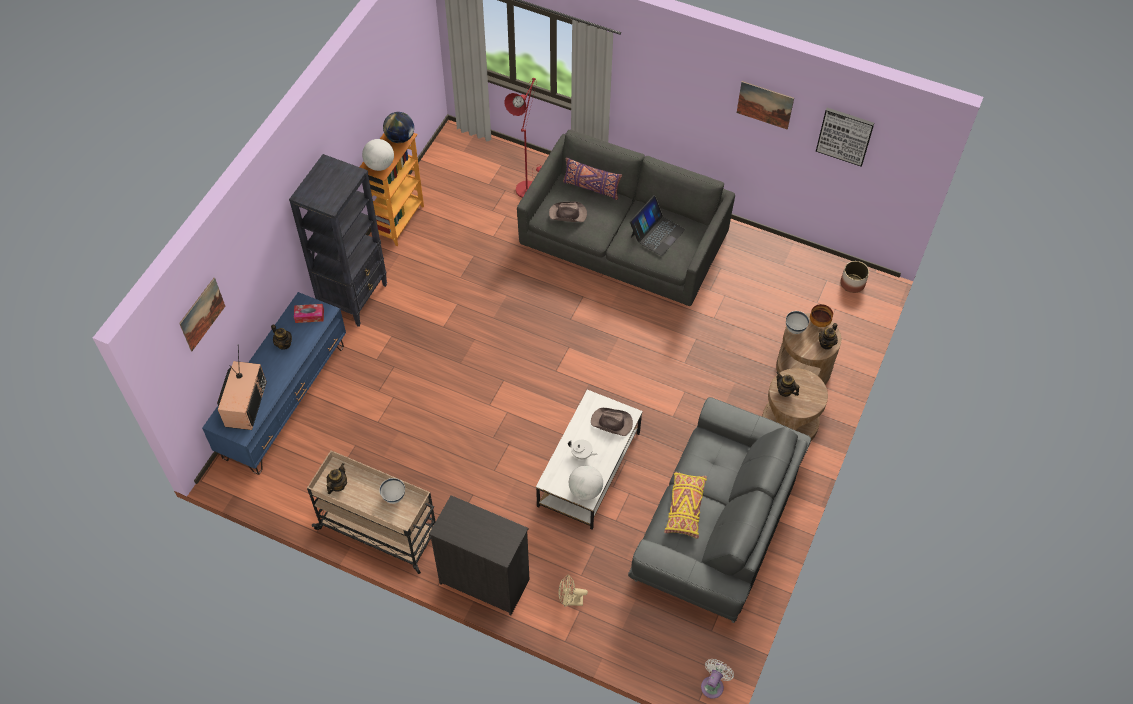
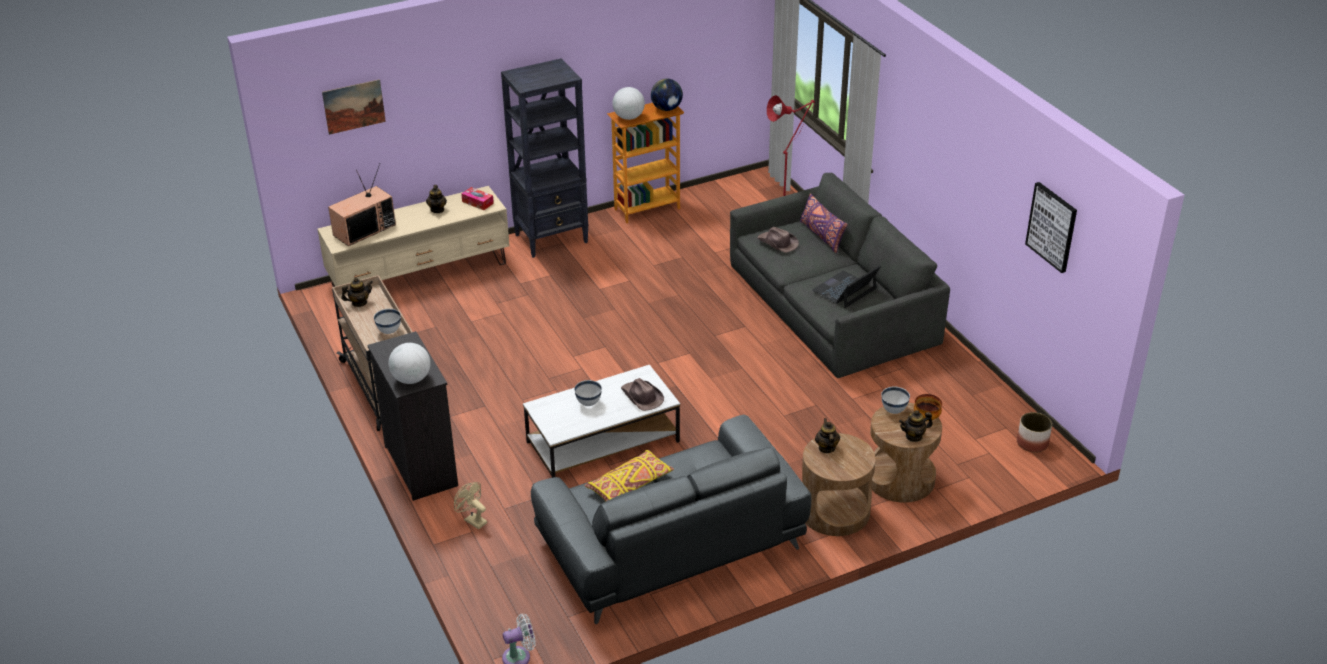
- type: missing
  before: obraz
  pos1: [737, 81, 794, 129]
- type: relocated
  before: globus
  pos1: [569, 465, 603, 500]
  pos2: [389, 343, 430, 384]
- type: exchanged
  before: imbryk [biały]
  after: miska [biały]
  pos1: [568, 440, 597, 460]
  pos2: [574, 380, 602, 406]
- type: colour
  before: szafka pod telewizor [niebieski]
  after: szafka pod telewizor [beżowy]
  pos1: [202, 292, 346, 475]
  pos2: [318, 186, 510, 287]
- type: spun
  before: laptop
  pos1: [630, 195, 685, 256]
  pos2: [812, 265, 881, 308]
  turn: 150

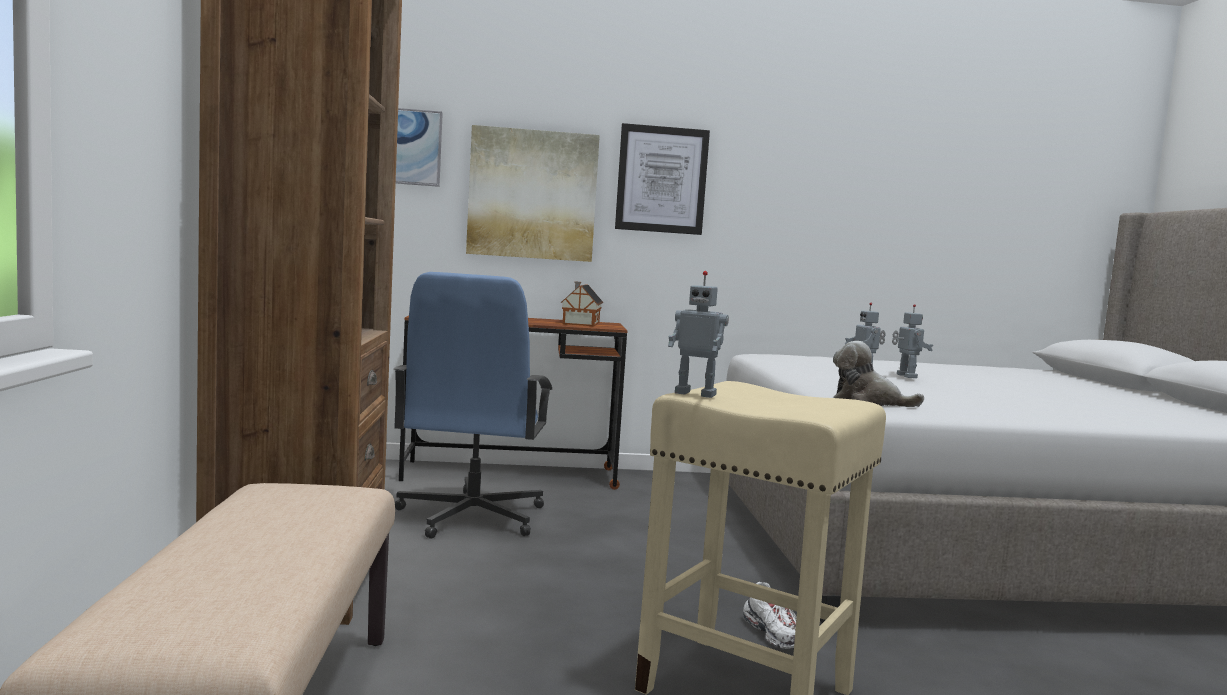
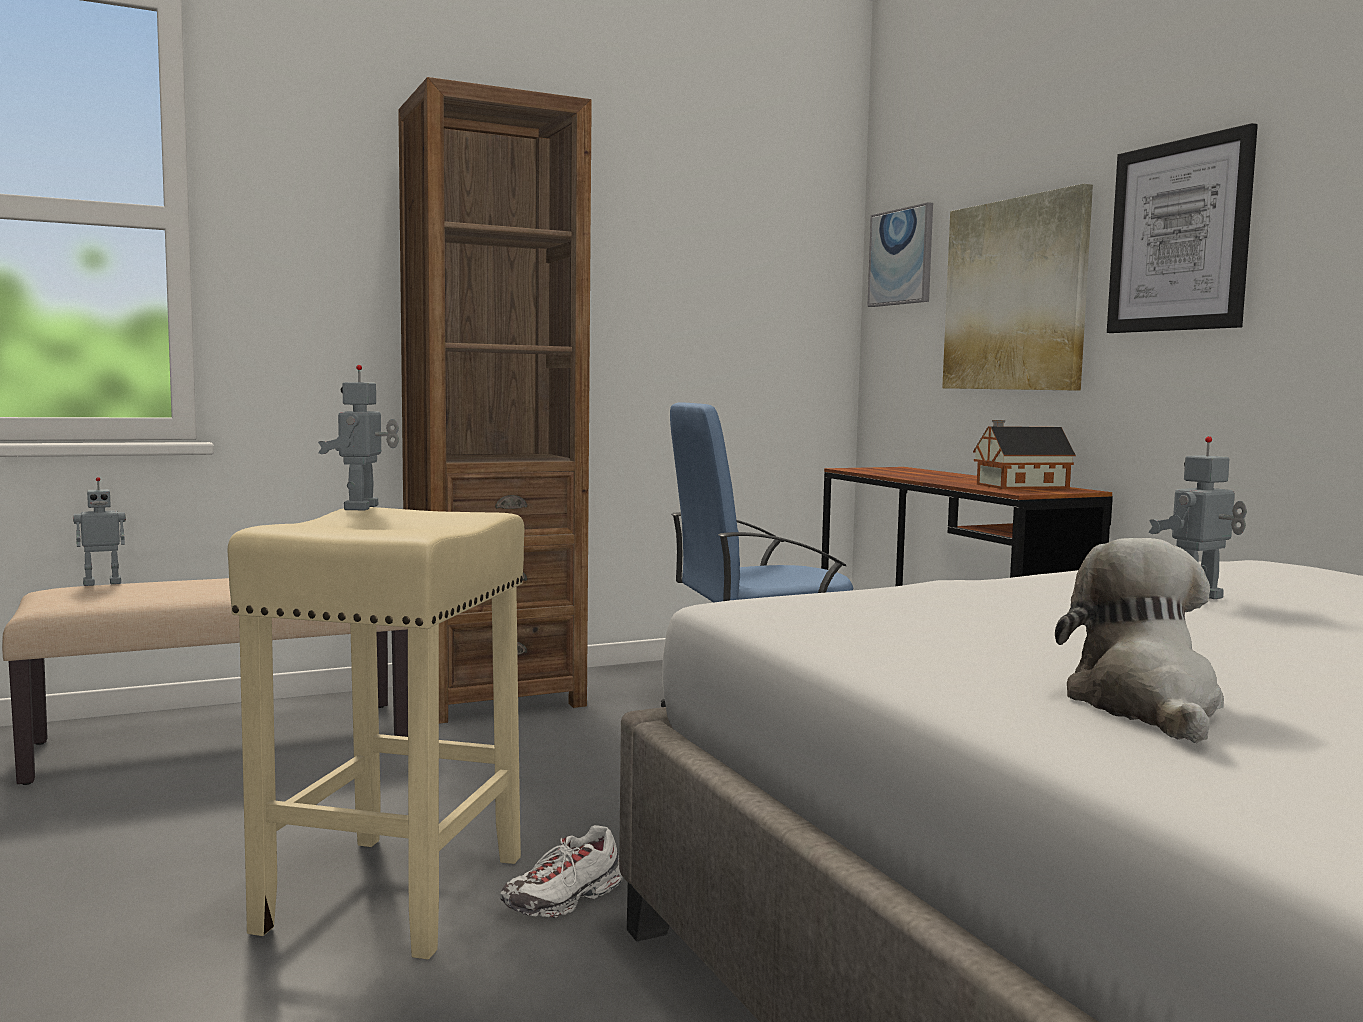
- type: relocated
  before: pluszak
  pos1: [833, 341, 924, 407]
  pos2: [1055, 538, 1224, 743]
- type: relocated
  before: robot zabawkowy
  pos1: [892, 304, 933, 378]
  pos2: [73, 477, 126, 586]

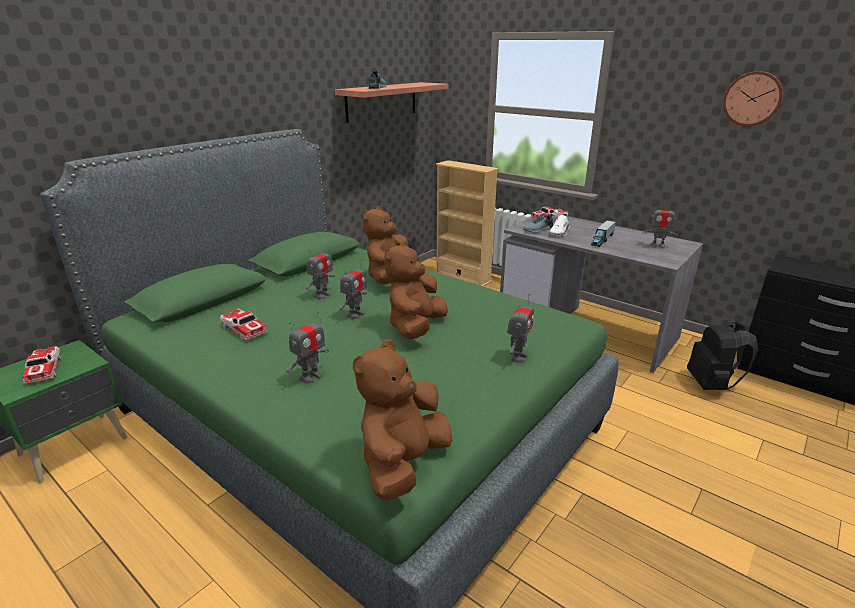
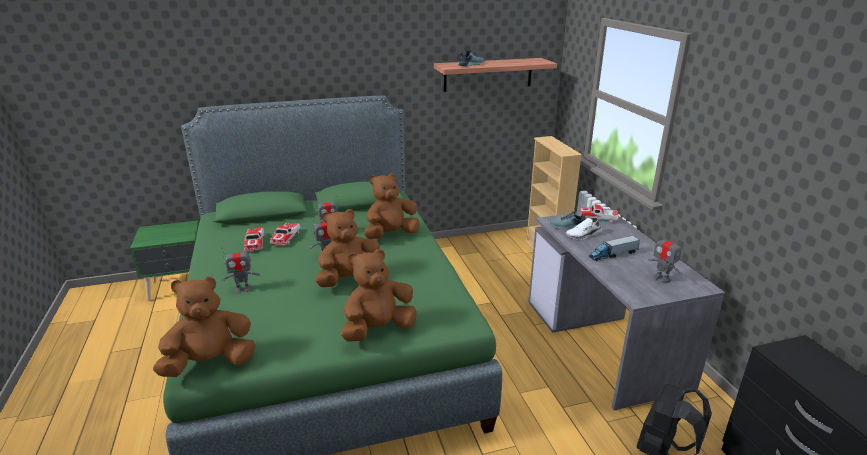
- type: missing
  before: zegar ścienny
  pos1: [723, 71, 783, 126]
- type: relocated
  before: samochodzik
  pos1: [22, 346, 61, 384]
  pos2: [270, 223, 300, 245]
- type: exchanged
  before: robot zabawkowy
  after: pluszak [brązowy]
  pos1: [507, 294, 534, 363]
  pos2: [341, 249, 417, 342]

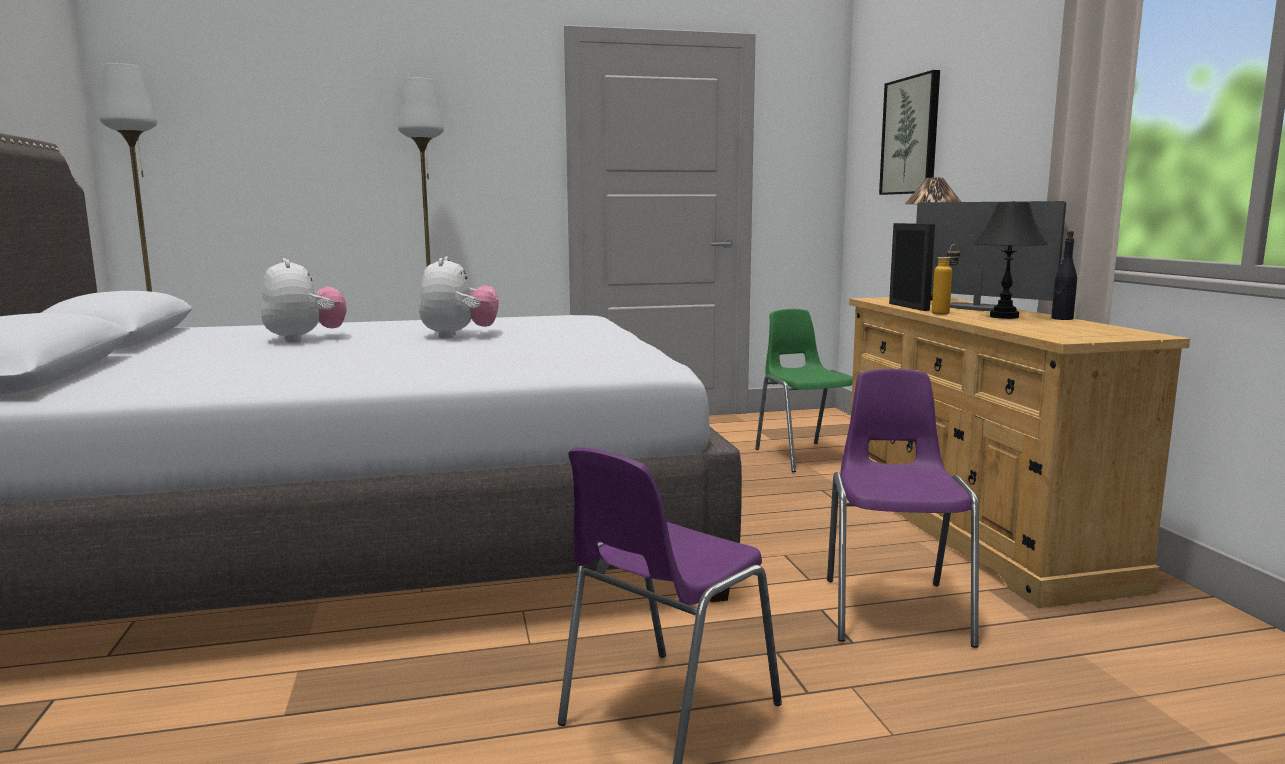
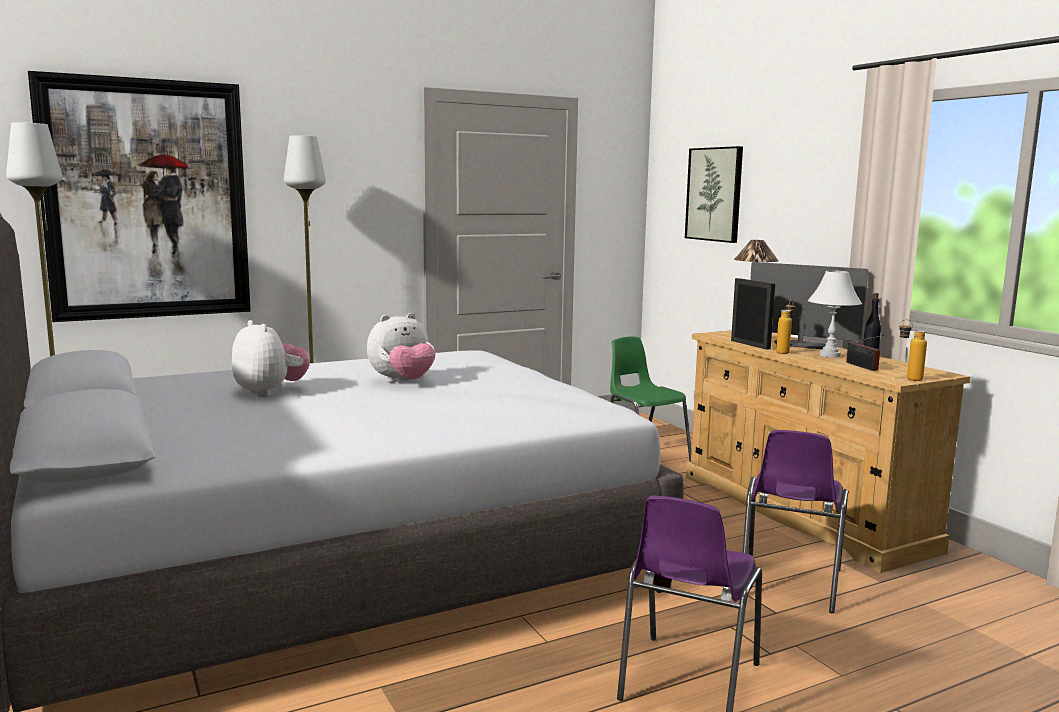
- type: appeared
  after: obraz
  pos2: [28, 71, 251, 322]
- type: appeared
  after: radio
  pos2: [846, 335, 884, 371]
- type: appeared
  after: butelka
  pos2: [899, 319, 927, 381]
- type: colour
  before: lampa stołowa [czarny]
  after: lampa stołowa [biały]
  pos1: [973, 201, 1048, 319]
  pos2: [808, 270, 862, 358]
- type: spun
  before: pluszak
  pos1: [419, 256, 499, 339]
  pos2: [367, 313, 435, 382]
  turn: 75
- type: spun
  before: krzesło [fioletowy]
  pos1: [827, 369, 979, 648]
  pos2: [743, 430, 848, 613]
  turn: -150

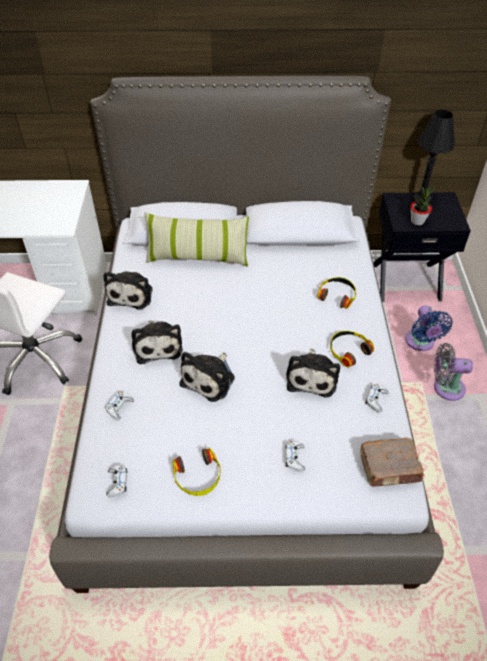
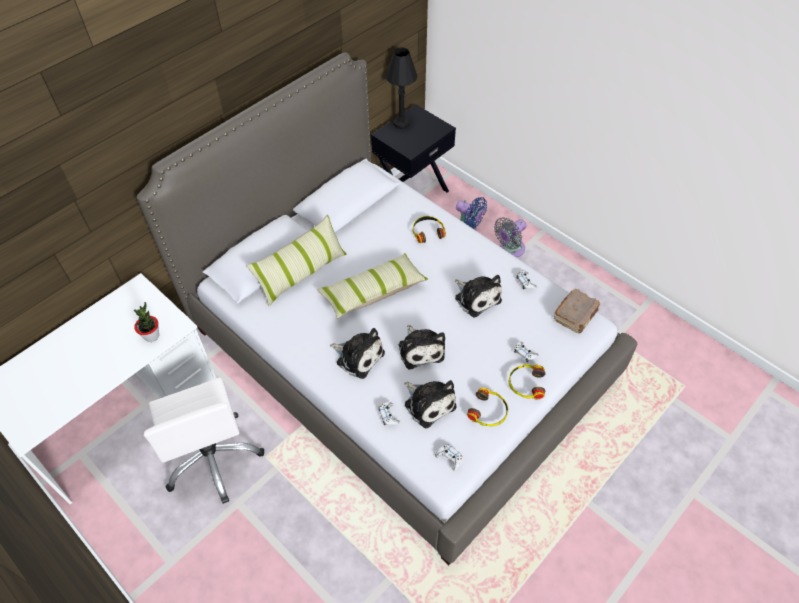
- type: appeared
  after: poduszka
  pos2: [317, 253, 428, 319]
- type: relocated
  before: pluszak
  pos1: [103, 271, 153, 310]
  pos2: [404, 380, 457, 428]
- type: relocated
  before: słuchawki
  pos1: [330, 331, 374, 367]
  pos2: [508, 364, 545, 399]
- type: relocated
  before: roślina doniczkowa
  pos1: [411, 186, 435, 225]
  pos2: [134, 302, 159, 342]

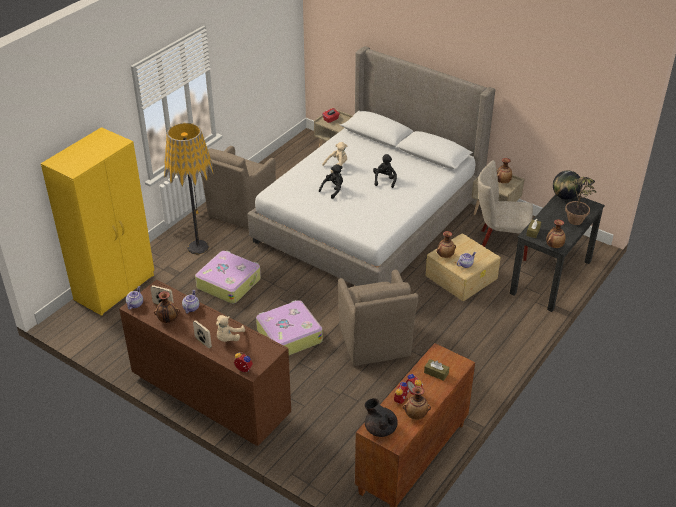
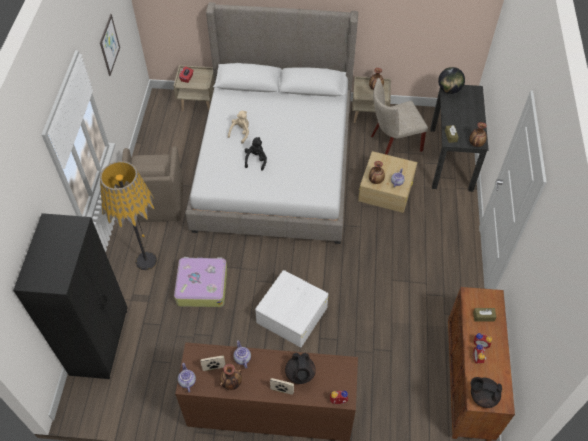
- type: missing
  before: fotel [brązowy]
  pos1: [338, 270, 418, 366]
- type: missing
  before: pluszak [czarny]
  pos1: [373, 154, 397, 188]
- type: missing
  before: wazon
  pos1: [403, 386, 431, 420]
- type: missing
  before: roślina doniczkowa
  pos1: [565, 177, 596, 225]
- type: appeared
  after: obraz
  pos2: [100, 14, 120, 76]
- type: exchanged
  before: pluszak [beżowy]
  after: imbryk [czarny]
  pos1: [216, 315, 245, 342]
  pos2: [285, 353, 316, 384]
- type: exchanged
  before: walizka
  after: pojemnik do przechowywania [biały]
  pos1: [256, 300, 323, 355]
  pos2: [255, 270, 329, 347]
- type: colour
  before: szafa [żółty]
  after: szafa [czarny]
  pos1: [41, 127, 154, 316]
  pos2: [13, 213, 128, 379]

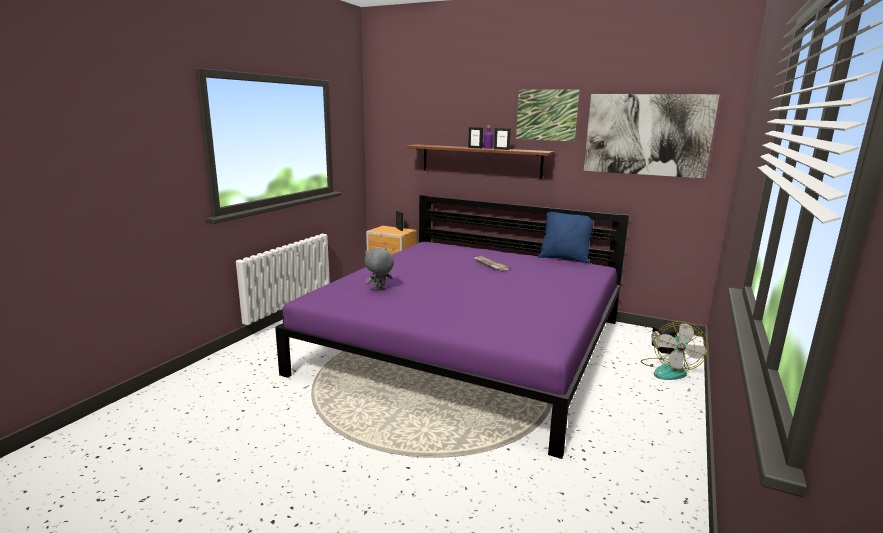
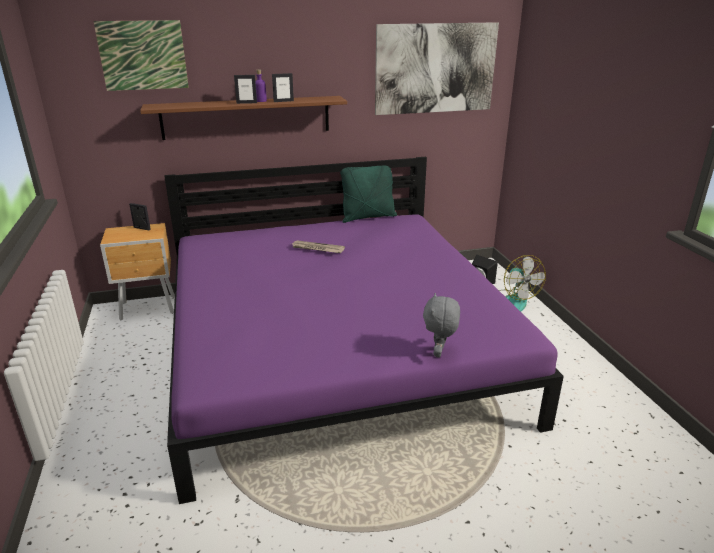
- type: relocated
  before: pluszak [szary]
  pos1: [365, 248, 394, 291]
  pos2: [423, 293, 460, 357]
- type: relocated
  before: obraz
  pos1: [516, 90, 580, 141]
  pos2: [93, 20, 189, 91]
- type: colour
  before: poduszka [niebieski]
  after: poduszka [zielony]
  pos1: [538, 212, 594, 263]
  pos2: [340, 165, 397, 223]

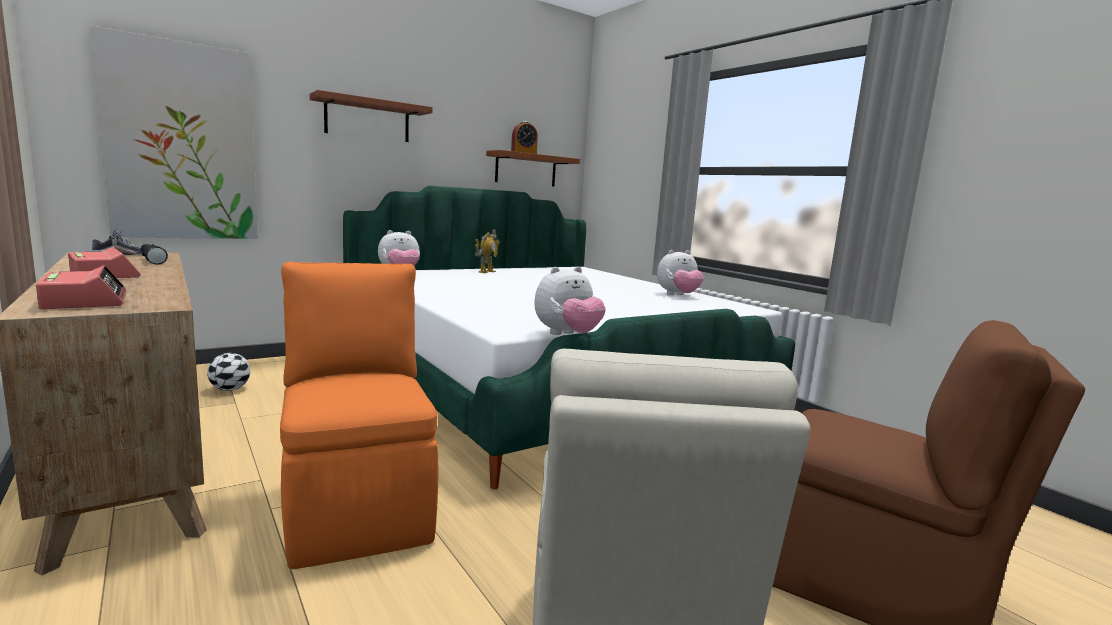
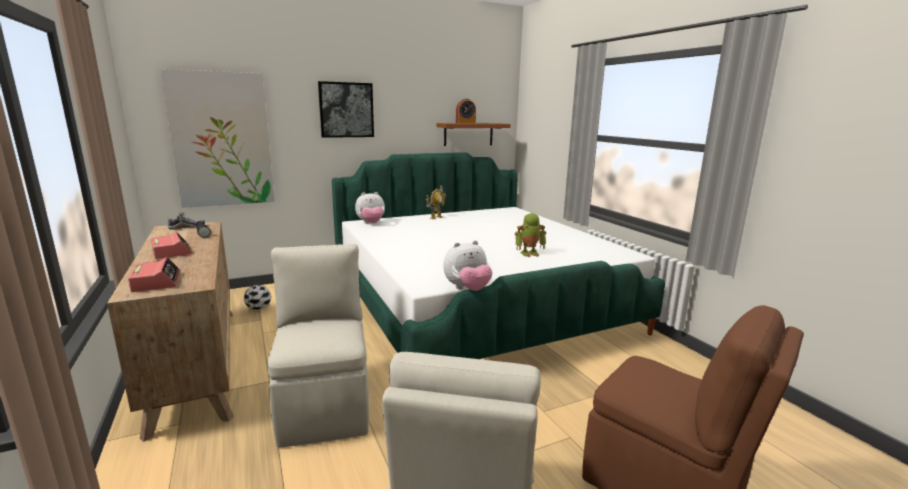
- type: missing
  before: pluszak
  pos1: [657, 250, 704, 295]
- type: appeared
  after: robot zabawkowy
  pos2: [515, 213, 546, 257]
- type: exchanged
  before: półka [brązowy]
  after: obraz
  pos1: [310, 90, 433, 142]
  pos2: [318, 81, 374, 138]
- type: colour
  before: krzesło [pomarańczowy]
  after: krzesło [beżowy]
  pos1: [280, 262, 438, 569]
  pos2: [267, 244, 369, 448]

